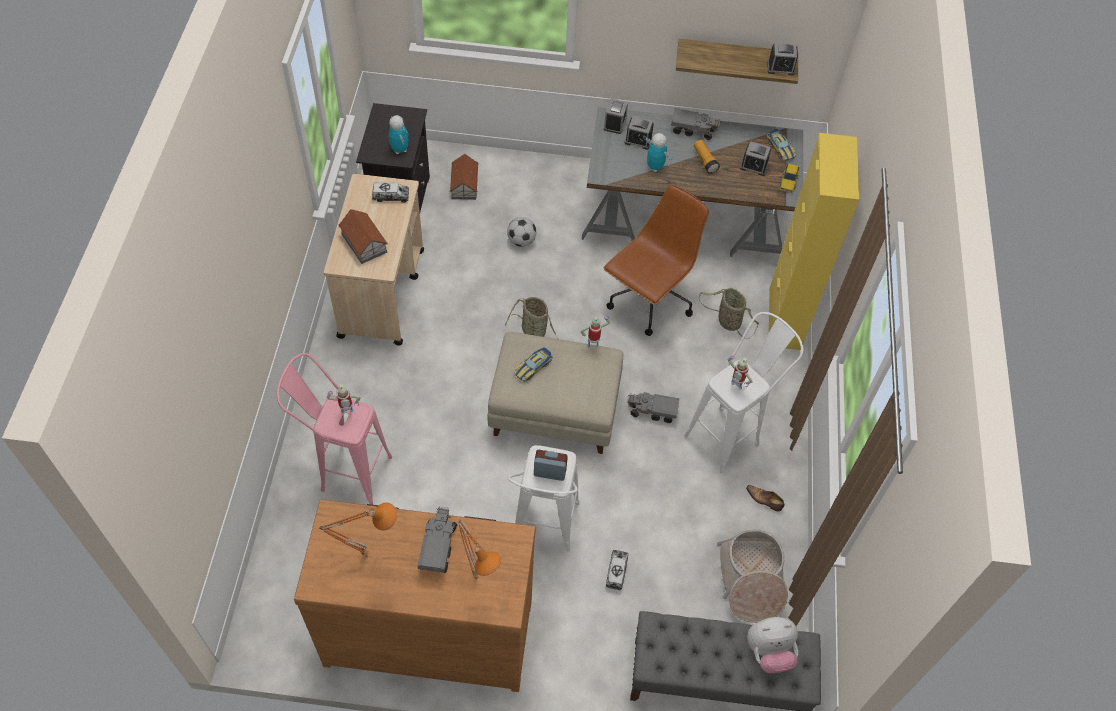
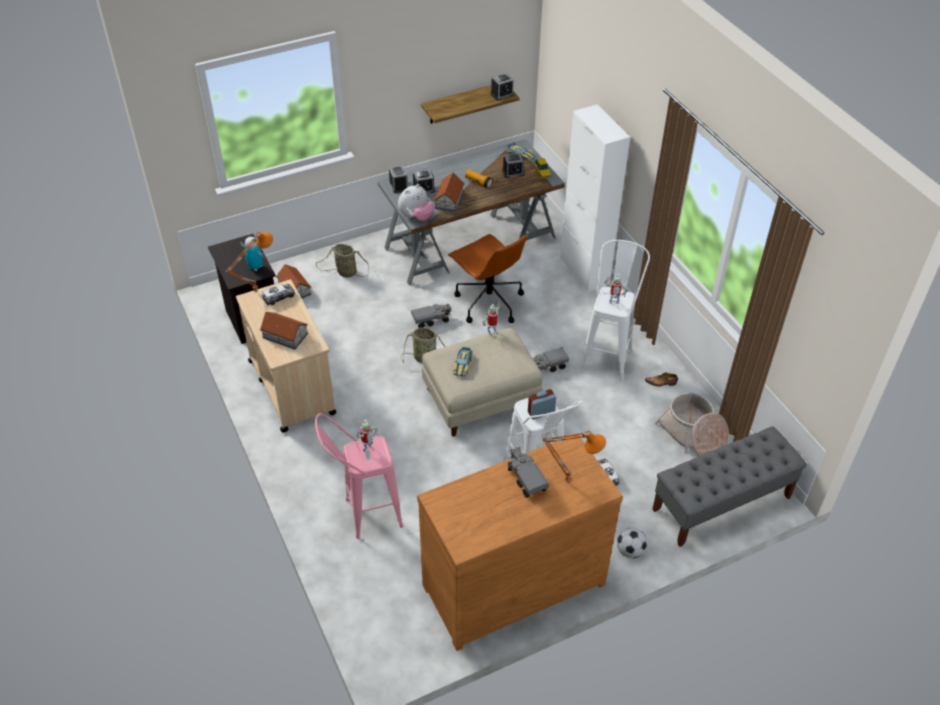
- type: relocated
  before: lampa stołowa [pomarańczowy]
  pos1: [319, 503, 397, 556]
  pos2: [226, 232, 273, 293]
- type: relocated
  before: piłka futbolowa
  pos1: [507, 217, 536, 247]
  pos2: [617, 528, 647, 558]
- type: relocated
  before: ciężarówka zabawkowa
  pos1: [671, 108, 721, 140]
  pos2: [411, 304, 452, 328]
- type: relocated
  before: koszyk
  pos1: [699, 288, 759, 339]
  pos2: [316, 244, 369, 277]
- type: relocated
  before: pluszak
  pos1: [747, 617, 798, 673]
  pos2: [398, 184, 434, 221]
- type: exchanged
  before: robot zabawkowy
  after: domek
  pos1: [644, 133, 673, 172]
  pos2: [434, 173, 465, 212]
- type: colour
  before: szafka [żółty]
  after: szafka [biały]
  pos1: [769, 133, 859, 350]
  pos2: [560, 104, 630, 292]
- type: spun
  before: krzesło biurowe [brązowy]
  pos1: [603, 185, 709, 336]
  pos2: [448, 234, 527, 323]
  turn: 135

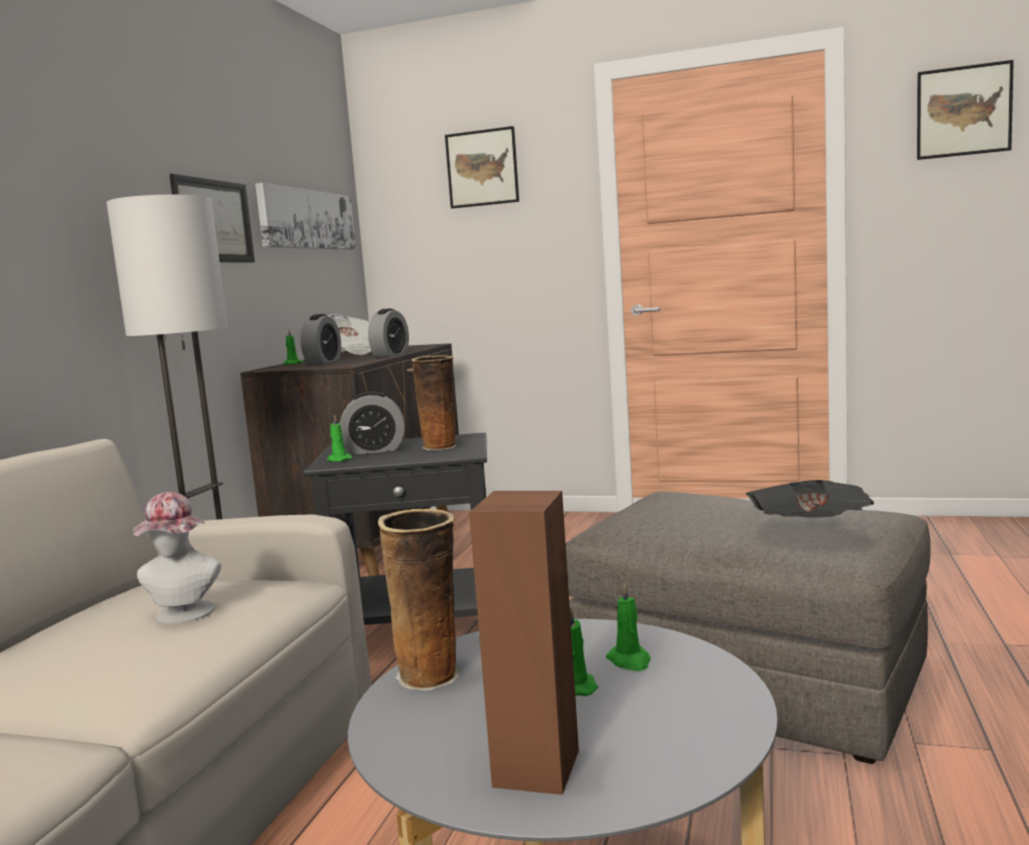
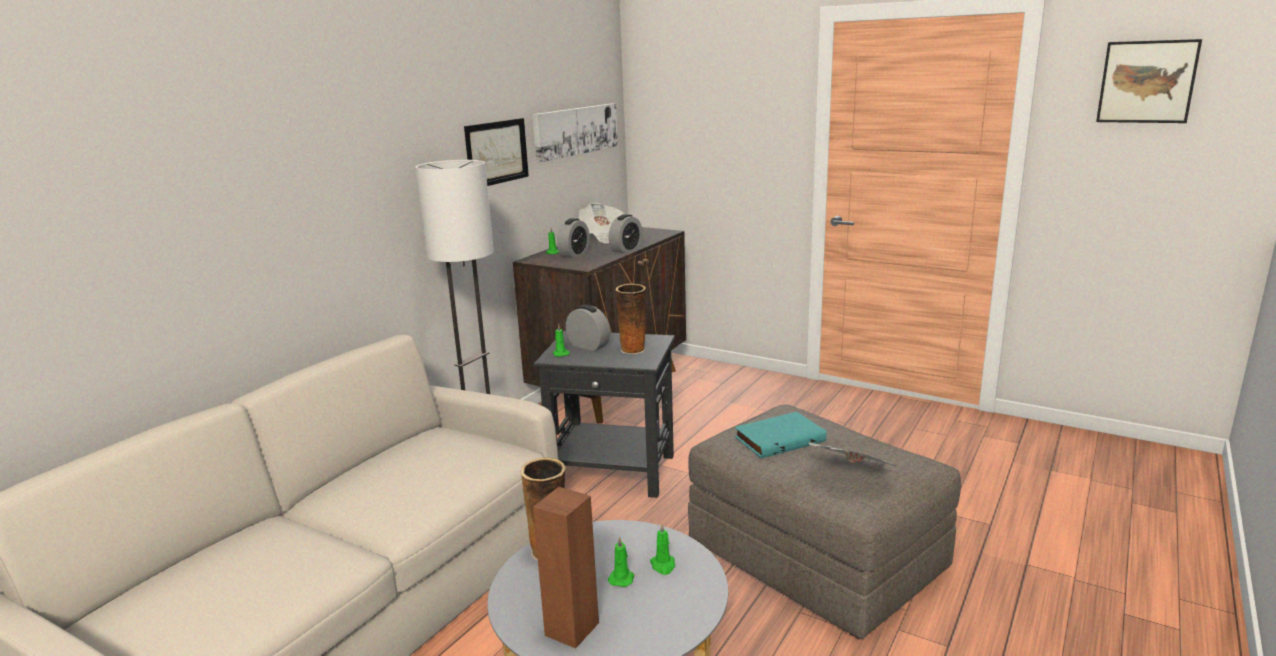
- type: missing
  before: kapelusz
  pos1: [133, 492, 221, 624]
- type: missing
  before: obraz
  pos1: [445, 126, 519, 208]
- type: appeared
  after: książka [turkusowy]
  pos2: [735, 412, 827, 458]
- type: spun
  before: budzik
  pos1: [340, 391, 405, 455]
  pos2: [566, 305, 610, 351]
  turn: -150

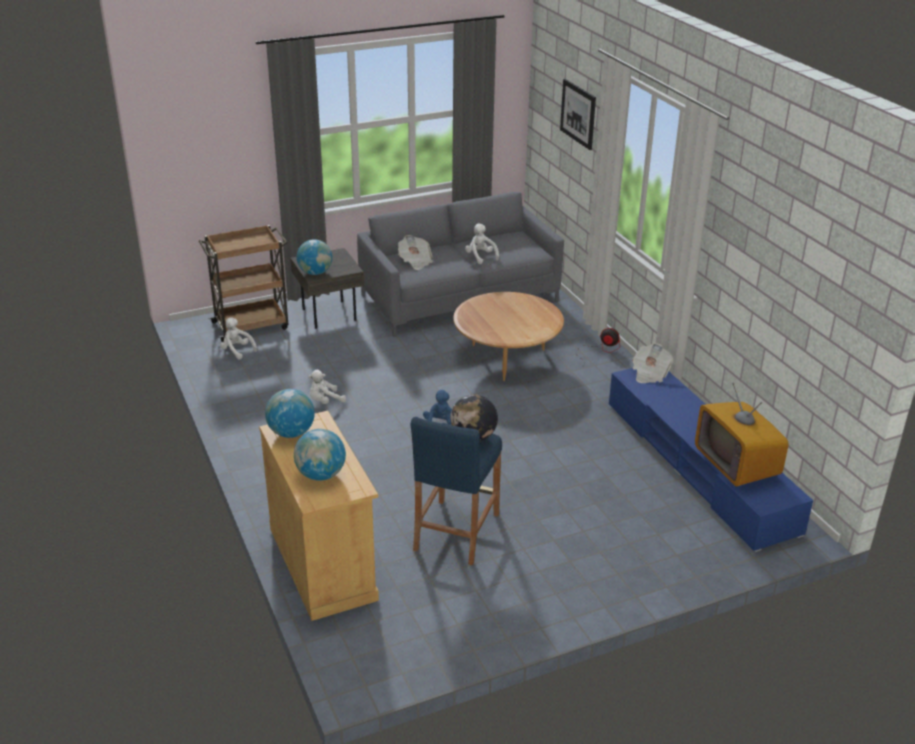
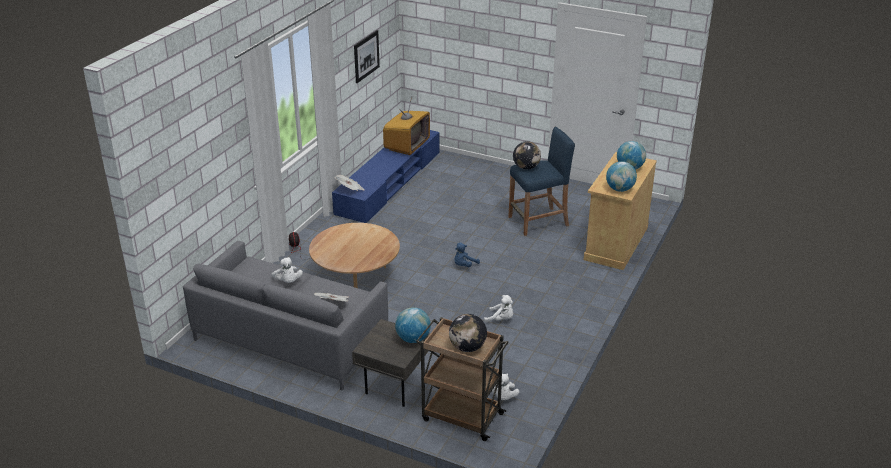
- type: appeared
  after: globus
  pos2: [449, 314, 487, 352]
- type: relocated
  before: obraz
  pos1: [560, 79, 596, 150]
  pos2: [354, 30, 380, 83]
- type: spun
  before: pluszak [biały]
  pos1: [465, 223, 499, 264]
  pos2: [272, 257, 303, 283]
  turn: -45

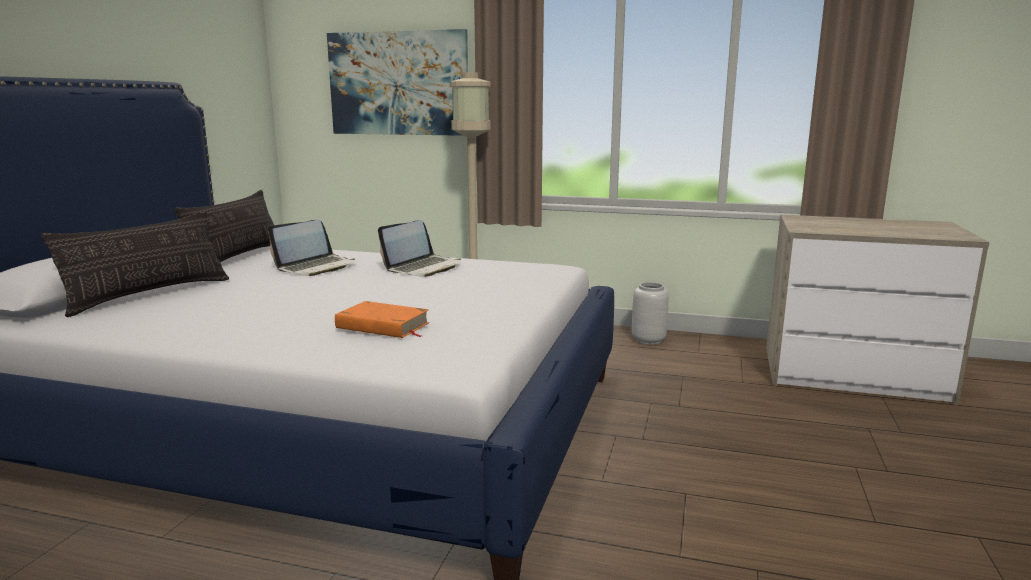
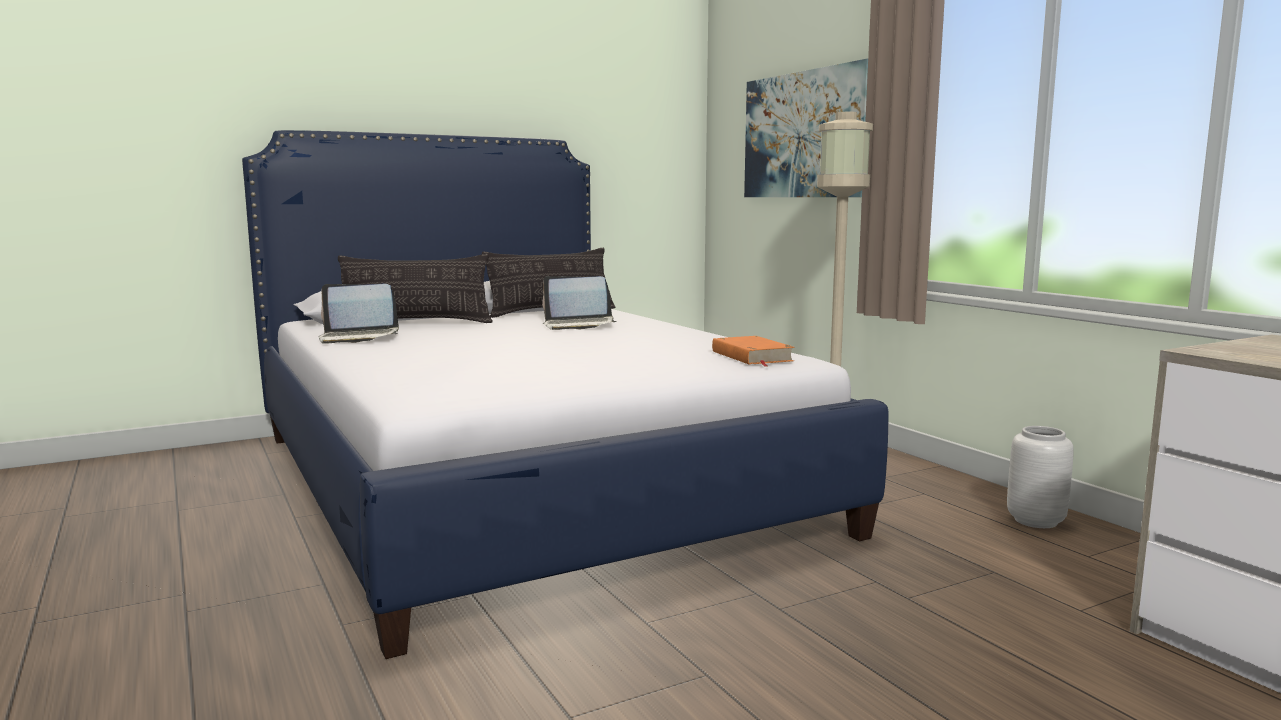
- type: relocated
  before: książka [pomarańczowy]
  pos1: [335, 301, 429, 338]
  pos2: [712, 336, 795, 367]
- type: relocated
  before: laptop
  pos1: [378, 220, 461, 277]
  pos2: [318, 284, 399, 344]

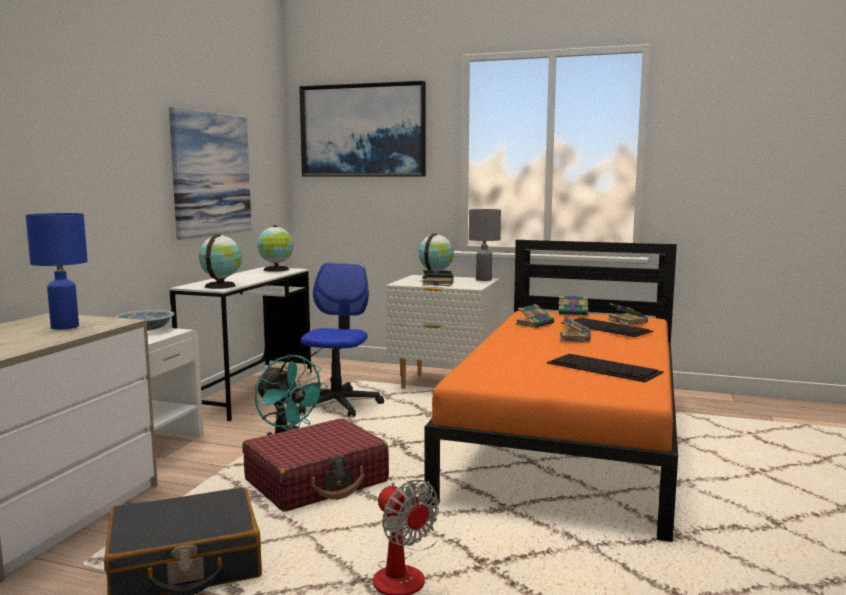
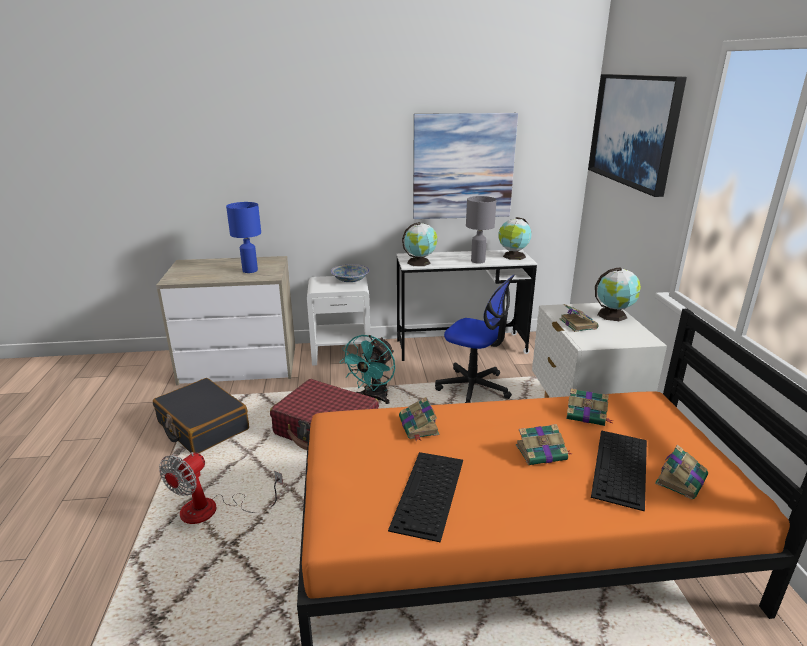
- type: relocated
  before: lampa stołowa [szary]
  pos1: [469, 209, 501, 281]
  pos2: [466, 196, 497, 263]
- type: relocated
  before: książka
  pos1: [559, 295, 593, 315]
  pos2: [399, 397, 439, 441]
- type: spun
  before: krzesło biurowe
  pos1: [298, 263, 384, 417]
  pos2: [435, 275, 514, 403]
  turn: 45

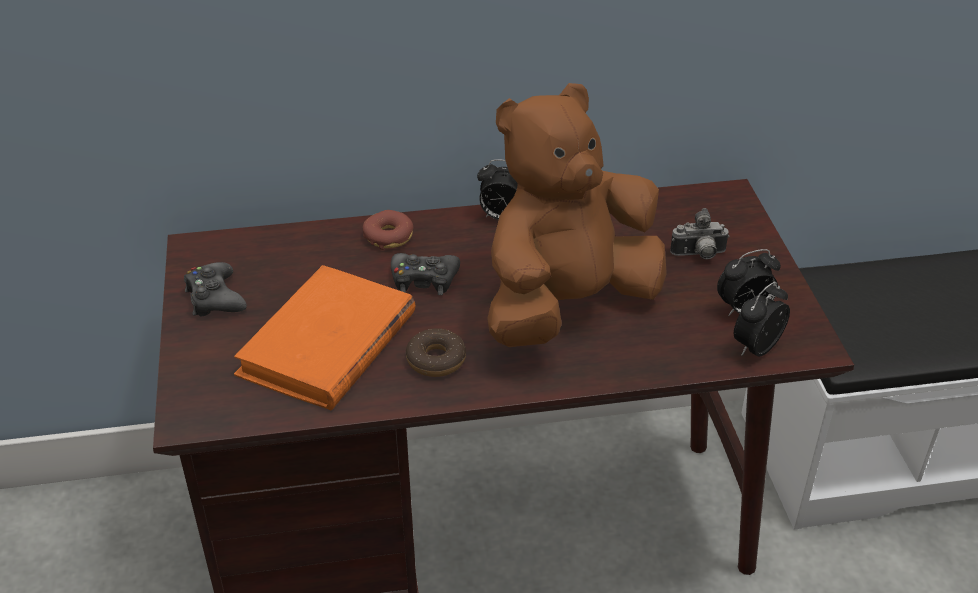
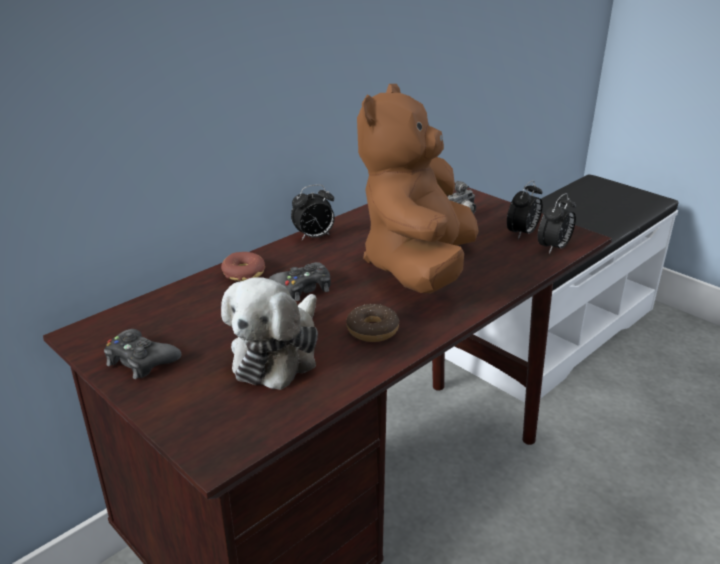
- type: exchanged
  before: książka [pomarańczowy]
  after: pluszak
  pos1: [234, 265, 415, 410]
  pos2: [221, 277, 318, 390]
- type: spun
  before: budzik
  pos1: [734, 282, 790, 357]
  pos2: [538, 193, 576, 254]
  turn: -150

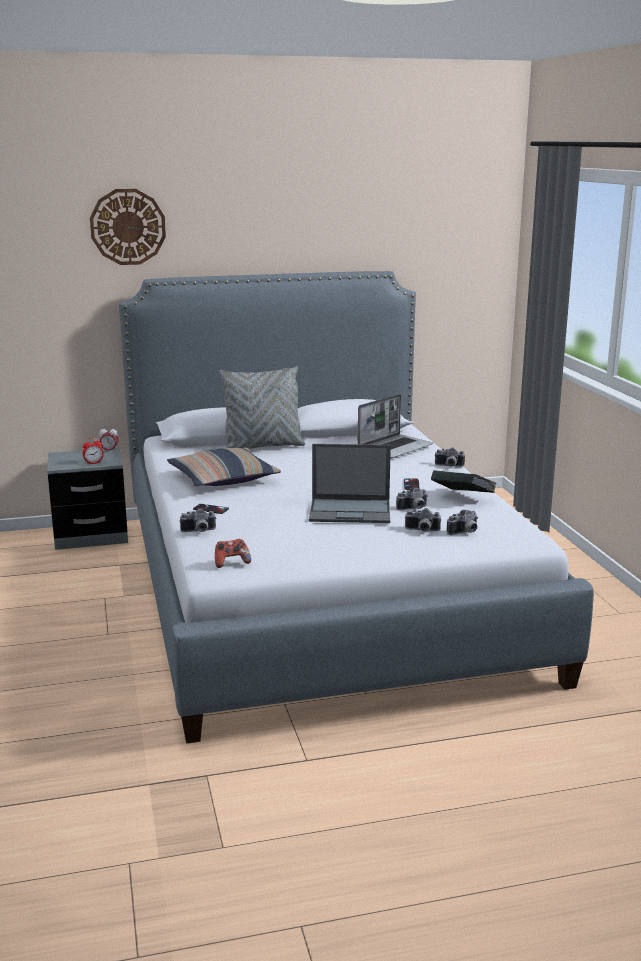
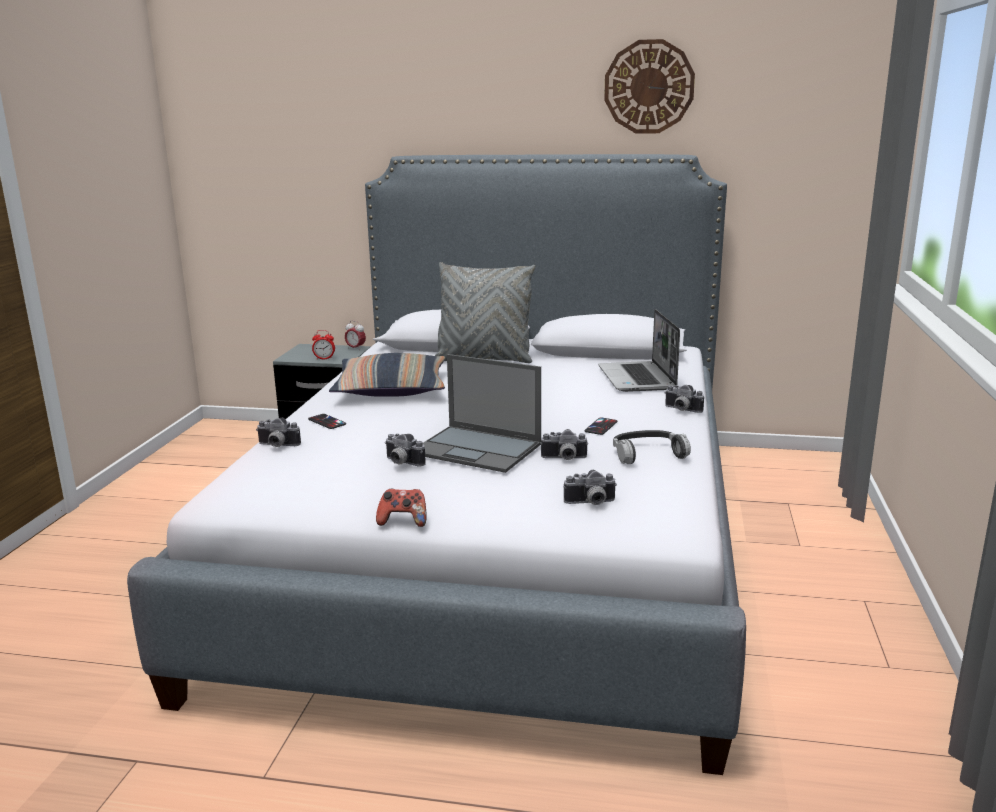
- type: relocated
  before: zegar ścienny
  pos1: [90, 189, 166, 265]
  pos2: [604, 39, 695, 134]
- type: relocated
  before: pad do gier
  pos1: [215, 539, 251, 568]
  pos2: [376, 489, 427, 527]
- type: relocated
  before: aparat fotograficzny
  pos1: [405, 508, 441, 532]
  pos2: [385, 434, 426, 467]
- type: exchanged
  before: książka
  after: słuchawki
  pos1: [431, 470, 497, 493]
  pos2: [613, 430, 691, 464]
- type: spun
  before: laptop
  pos1: [358, 394, 433, 459]
  pos2: [598, 309, 680, 392]
  turn: 105

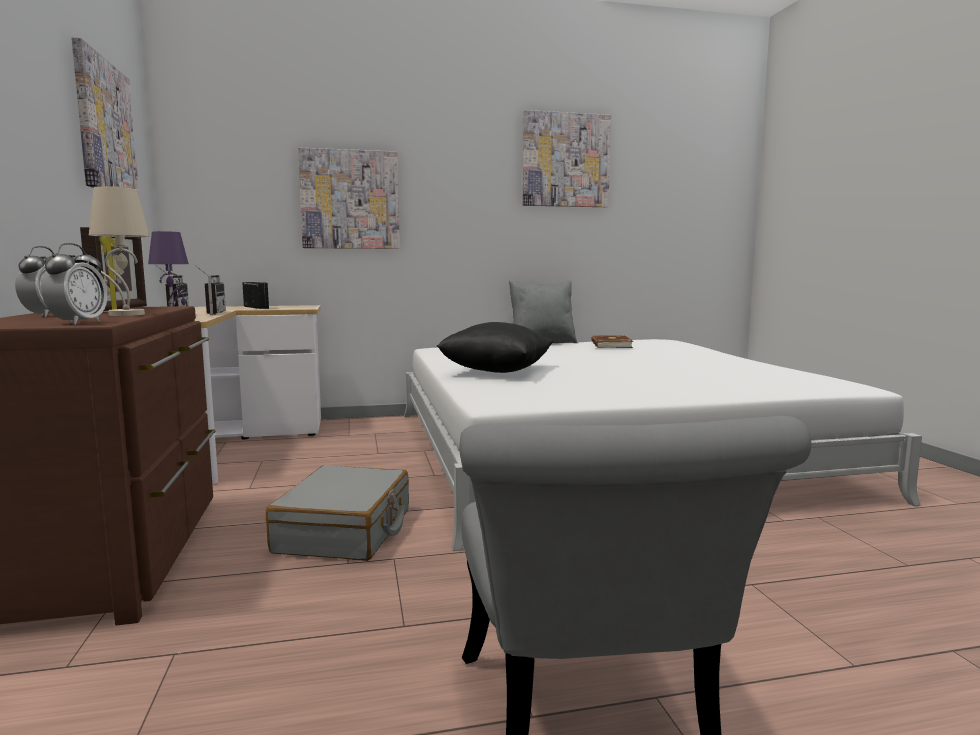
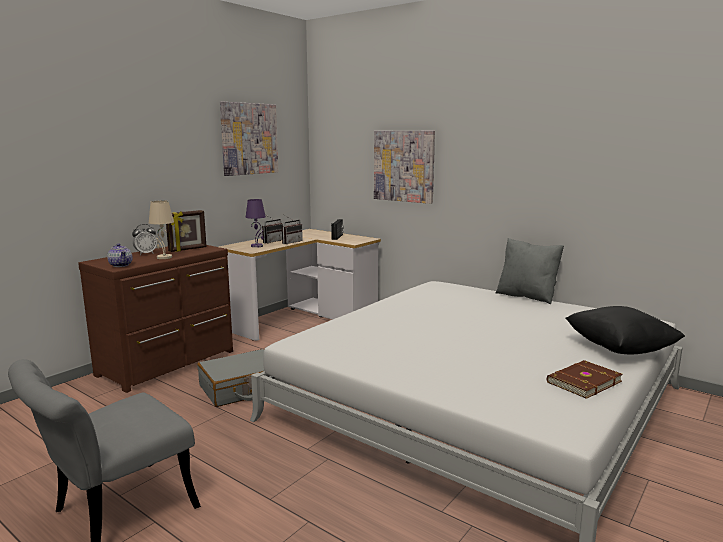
- type: missing
  before: obraz
  pos1: [523, 110, 611, 207]
- type: relocated
  before: poduszka [czarny]
  pos1: [436, 322, 553, 373]
  pos2: [565, 306, 685, 354]
- type: relocated
  before: książka [brązowy]
  pos1: [591, 335, 633, 348]
  pos2: [547, 360, 623, 399]
- type: exchanged
  before: budzik
  after: imbryk
  pos1: [41, 243, 107, 325]
  pos2: [107, 243, 133, 267]

